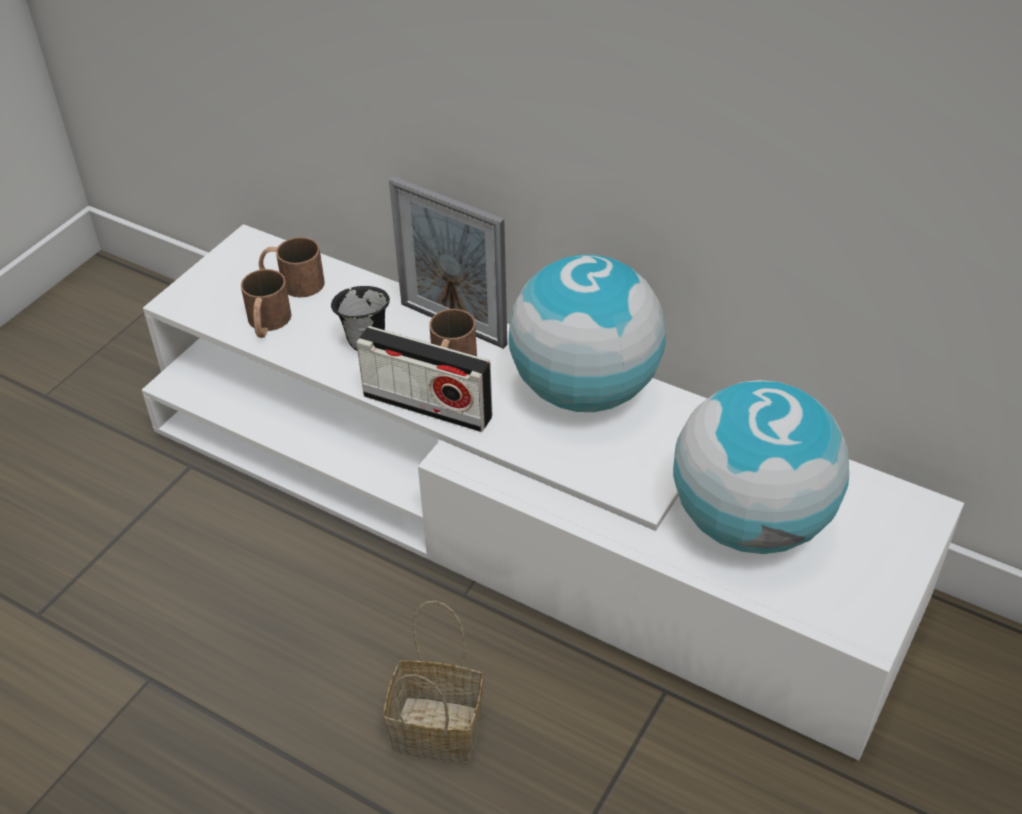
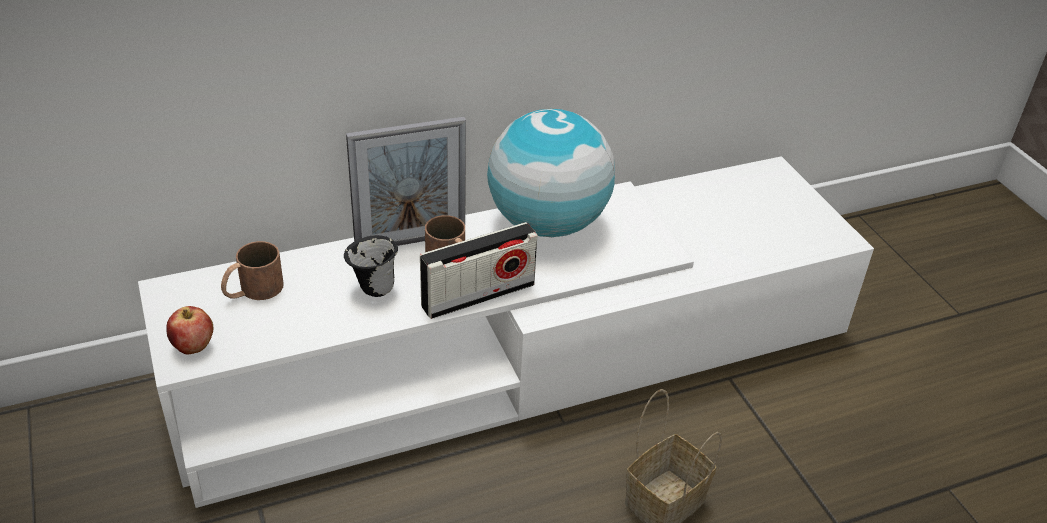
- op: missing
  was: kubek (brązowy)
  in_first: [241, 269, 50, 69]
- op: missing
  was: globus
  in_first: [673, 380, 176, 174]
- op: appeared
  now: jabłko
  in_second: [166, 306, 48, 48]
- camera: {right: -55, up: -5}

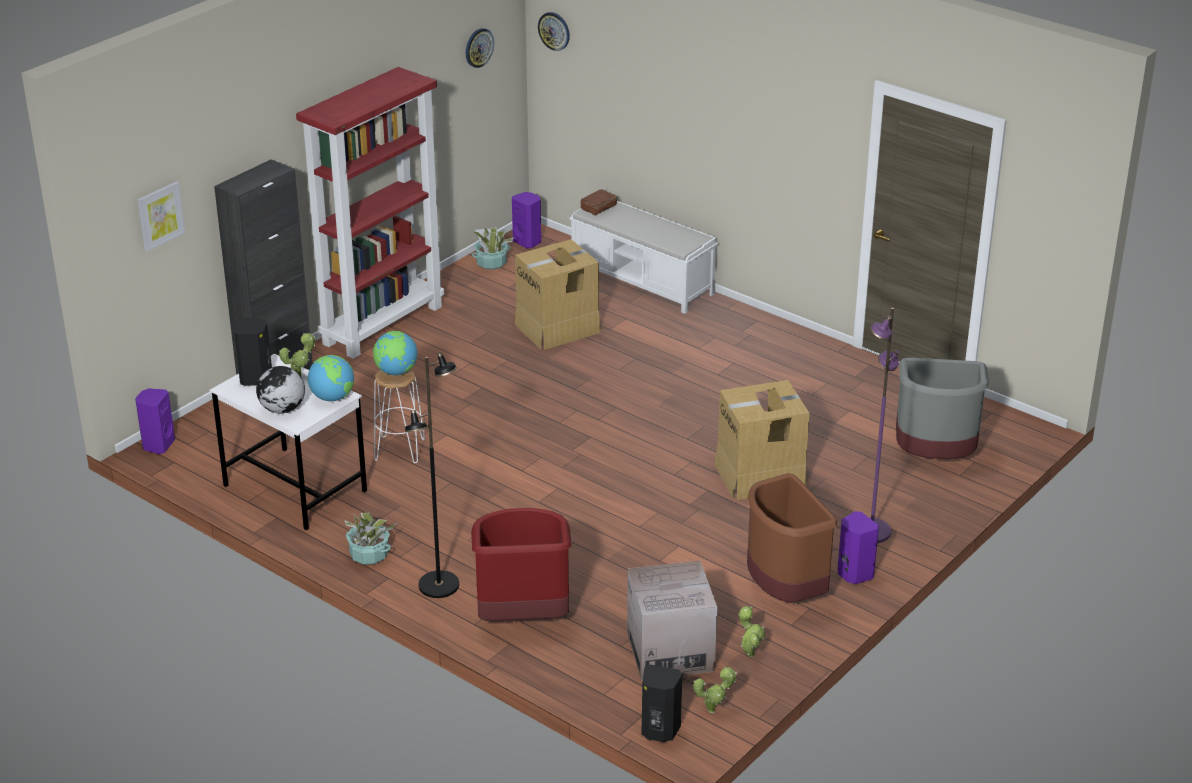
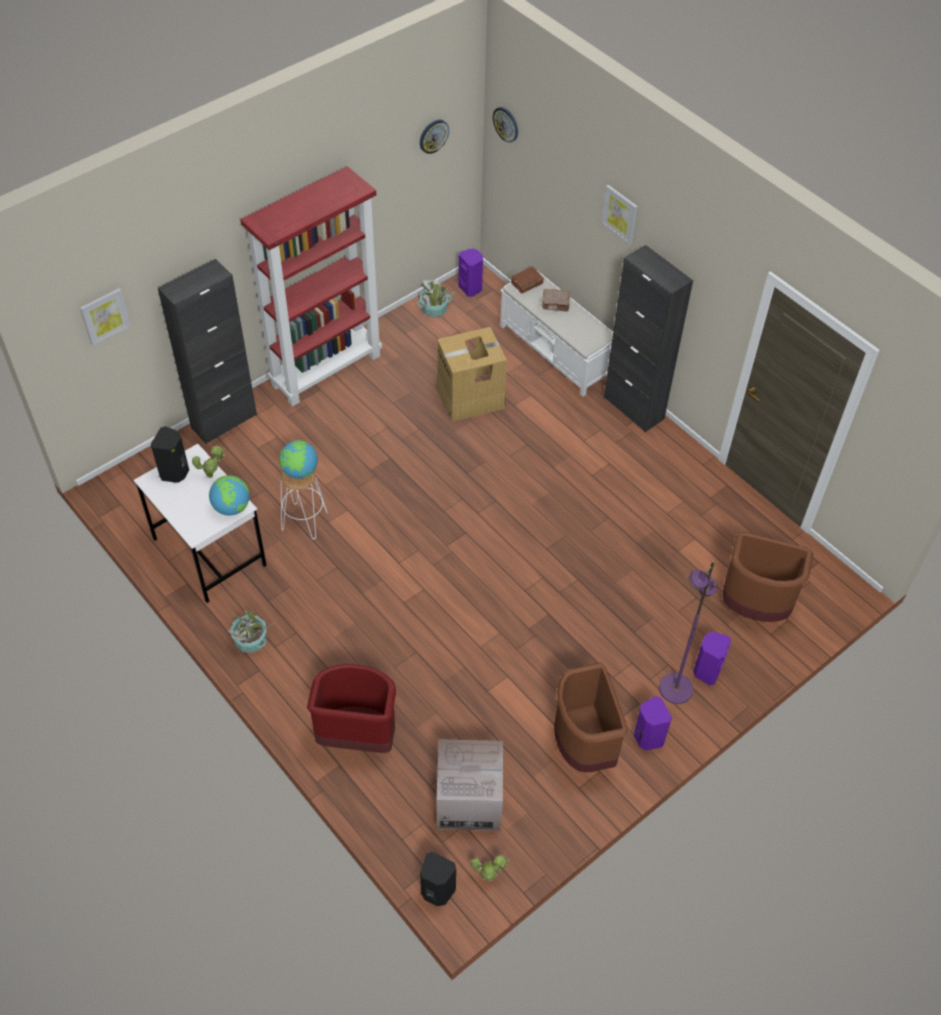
- op: missing
  was: globus
  in_first: [256, 366, 49, 48]
- op: missing
  was: lampa stojąca (czarny)
  in_first: [405, 352, 54, 246]
- op: missing
  was: karton
  in_first: [714, 380, 96, 120]
- op: missing
  was: roślina doniczkowa
  in_first: [739, 606, 26, 51]
- op: appeared
  now: książka (brązowy)
  in_second: [542, 289, 28, 23]
- op: appeared
  now: obraz
  in_second: [601, 185, 37, 60]
- op: appeared
  now: szafka (czarny)
  in_second: [604, 245, 89, 187]
- op: relocated
  was: głośnik (fioletowy)
  in_first: [135, 388, 40, 66]
  in_second: [693, 631, 38, 54]
- op: colour
  was: kosz na śmieci (szary)
  now: kosz na śmieci (brązowy)
  in_first: [896, 358, 93, 101]
  in_second: [723, 532, 90, 90]
- camera: {right: 10, up: 20}

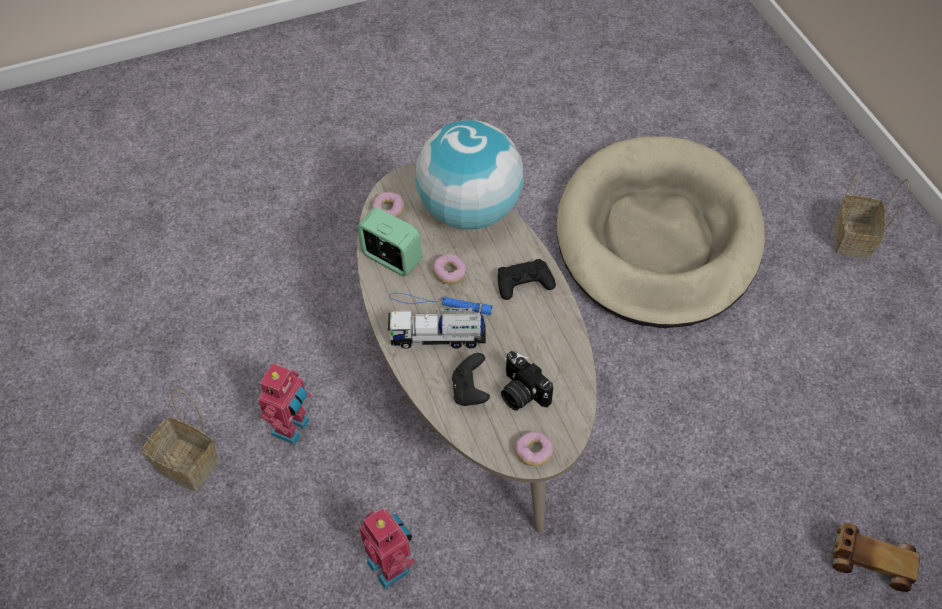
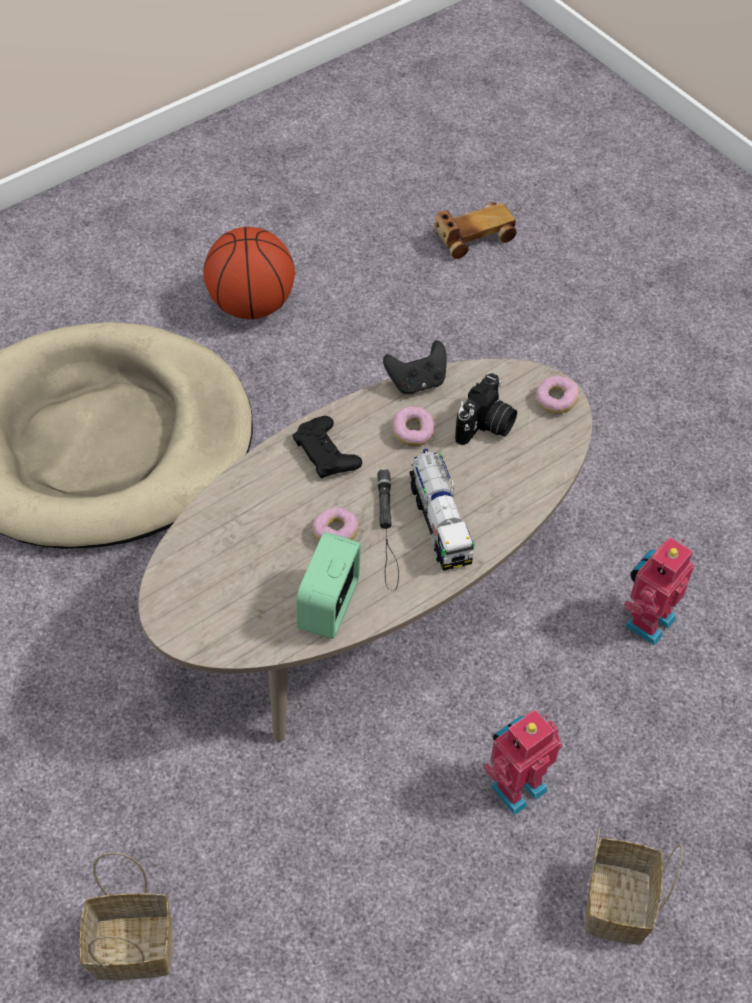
- op: missing
  was: globus
  in_first: [415, 120, 109, 110]
- op: appeared
  now: piłka do koszykówki
  in_second: [203, 227, 92, 92]
- op: relocated
  was: donut
  in_first: [372, 192, 32, 26]
  in_second: [392, 406, 42, 41]
- op: relocated
  was: pad do gier (czarny)
  in_first: [452, 353, 38, 53]
  in_second: [383, 340, 63, 54]
- op: relocated
  was: koszyk
  in_first: [834, 171, 75, 88]
  in_second: [80, 852, 93, 128]
- op: colour
  was: latarka (niebieski)
  now: latarka (czarny)
  in_first: [389, 293, 104, 22]
  in_second: [377, 469, 22, 121]
- op: spun
  was: robot zabawkowy
  in_first: [258, 363, 53, 82]
  in_second: [483, 709, 80, 106]
  clockwise: -45
- op: spun
  was: samochodzik
  in_first: [832, 523, 88, 69]
  in_second: [434, 202, 83, 57]
  clockwise: 60
- camera: {right: -105, up: 0}

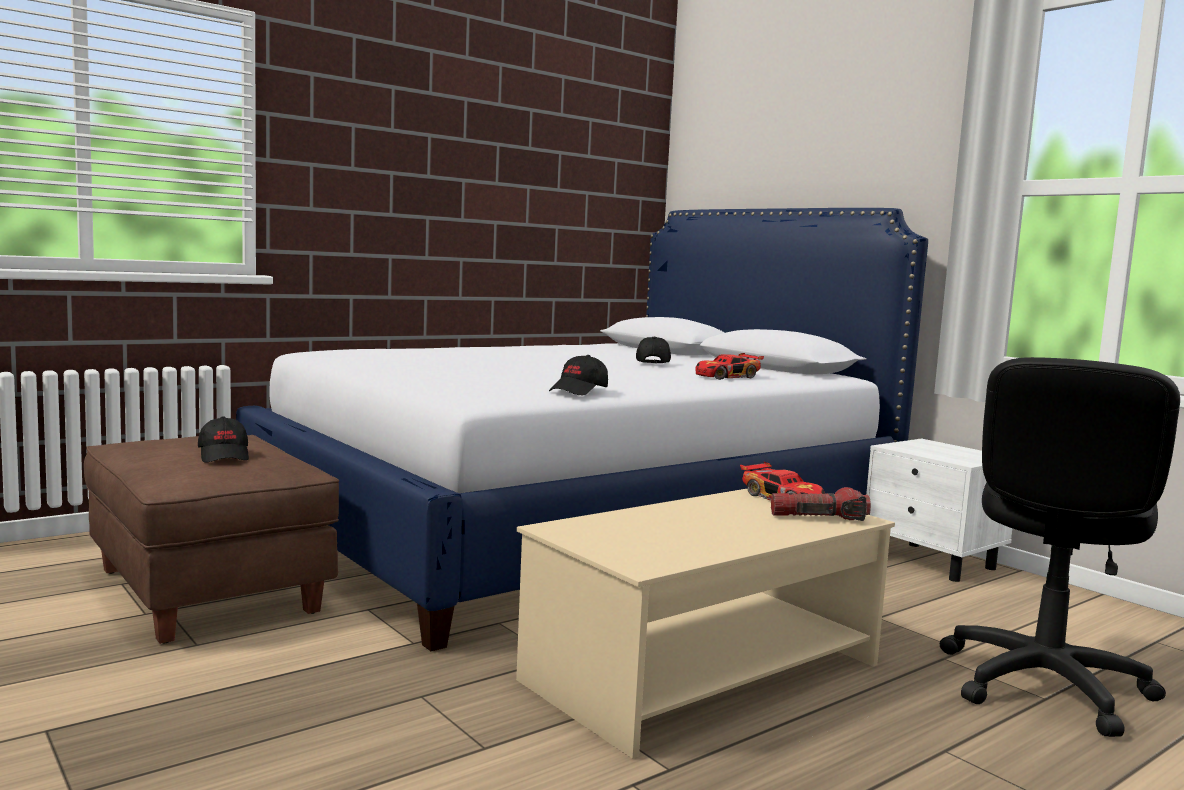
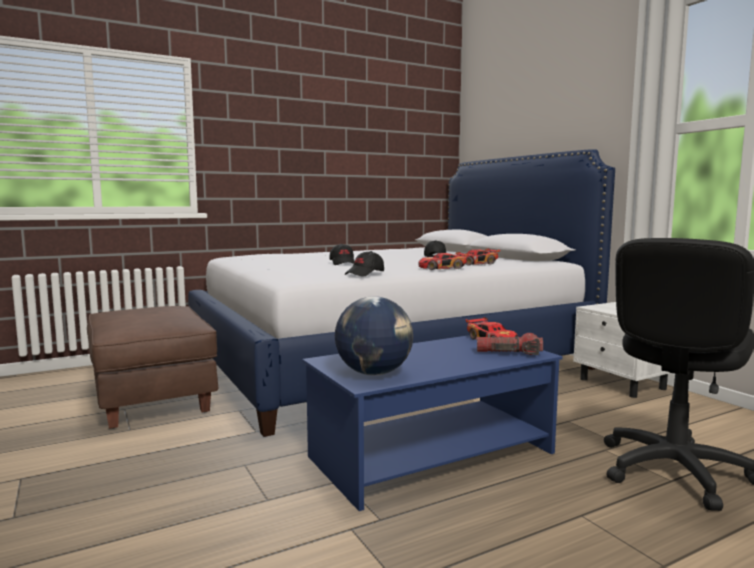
- op: appeared
  now: globus
  in_second: [335, 296, 78, 79]
- op: appeared
  now: samochodzik
  in_second: [419, 252, 50, 18]
- op: relocated
  was: czapka z daszkiem (czarny)
  in_first: [198, 416, 51, 47]
  in_second: [329, 244, 26, 21]
- op: colour
  was: ława (beżowy)
  now: ława (niebieski)
  in_first: [516, 488, 379, 271]
  in_second: [302, 335, 261, 176]
- camera: {right: 10, up: 0}

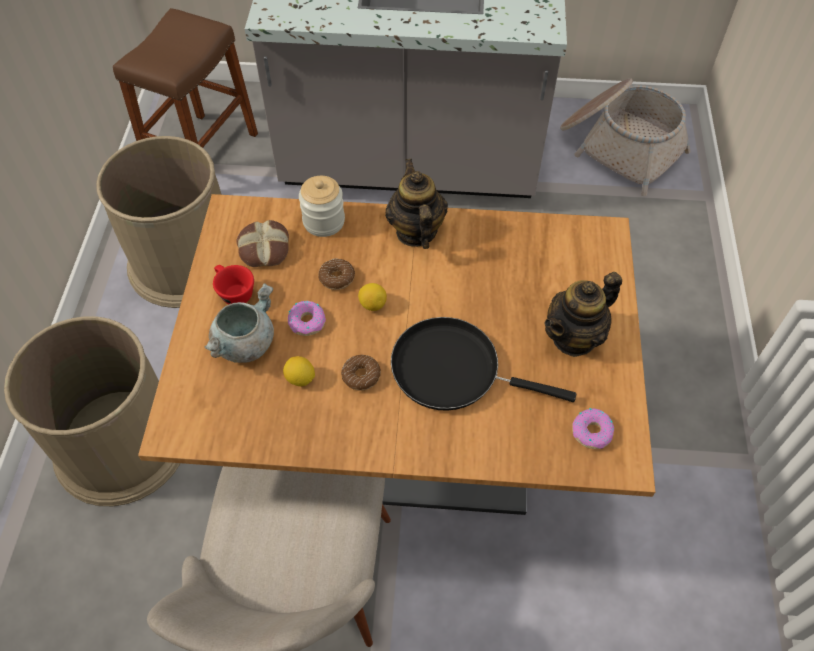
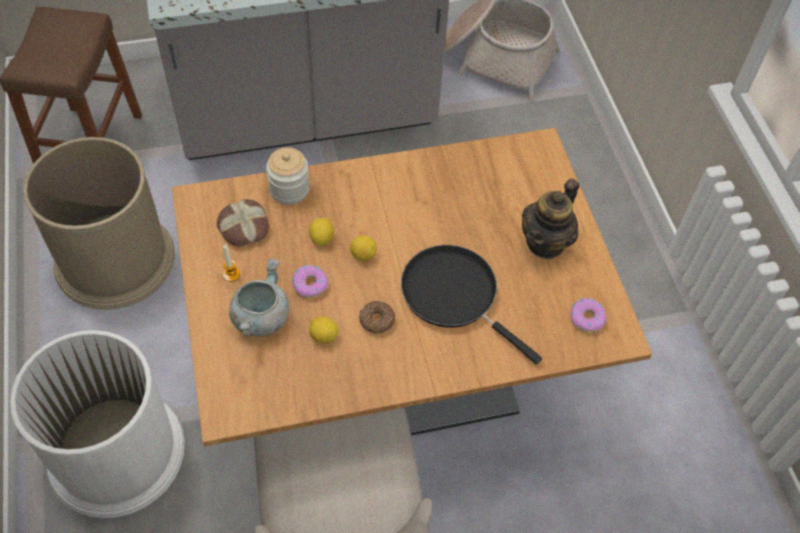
- op: missing
  was: imbryk
  in_first: [385, 159, 63, 90]
- op: exchanged
  was: filiżanka (czerwony)
  now: świeca
  in_first: [213, 265, 41, 40]
  in_second: [223, 244, 17, 38]
- op: exchanged
  was: donut
  now: cytryna
  in_first: [318, 259, 37, 31]
  in_second: [309, 218, 25, 27]
- op: colour
  was: kosz na śmieci (brązowy)
  now: kosz na śmieci (biały)
  in_first: [4, 316, 177, 190]
  in_second: [10, 330, 175, 188]
- op: spun
  was: patelnia (czarny)
  in_first: [391, 317, 185, 94]
  in_second: [401, 245, 141, 119]
  clockwise: 45
- camera: {right: -20, up: 0}

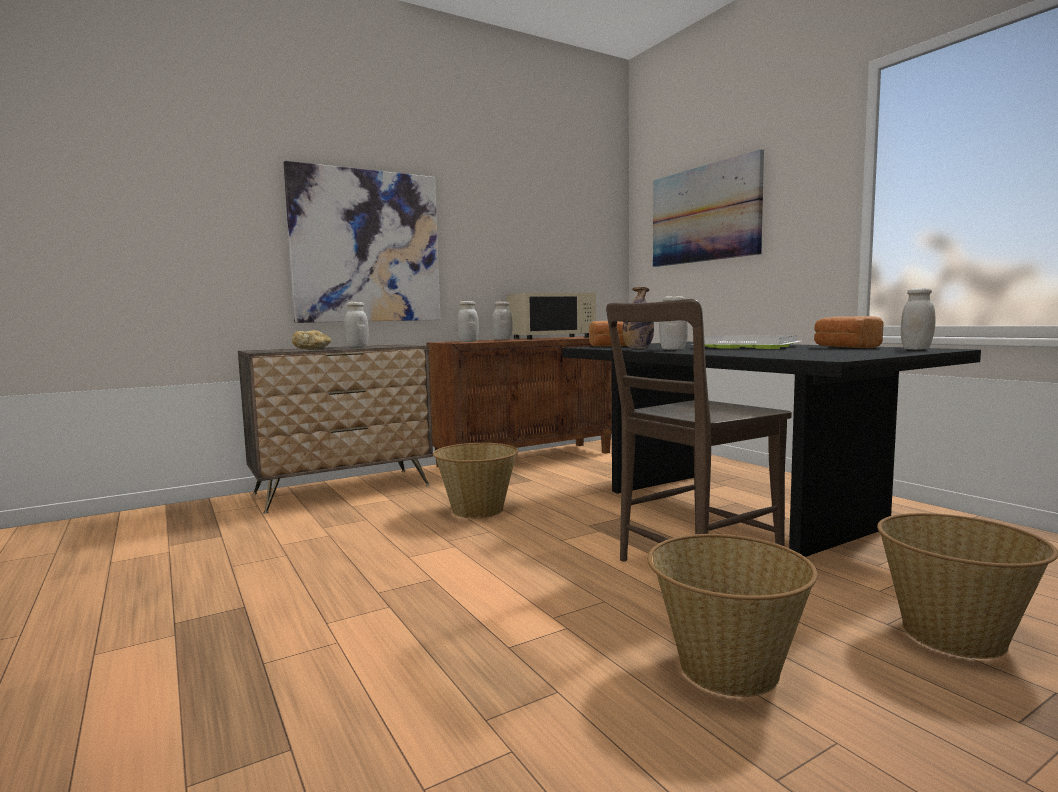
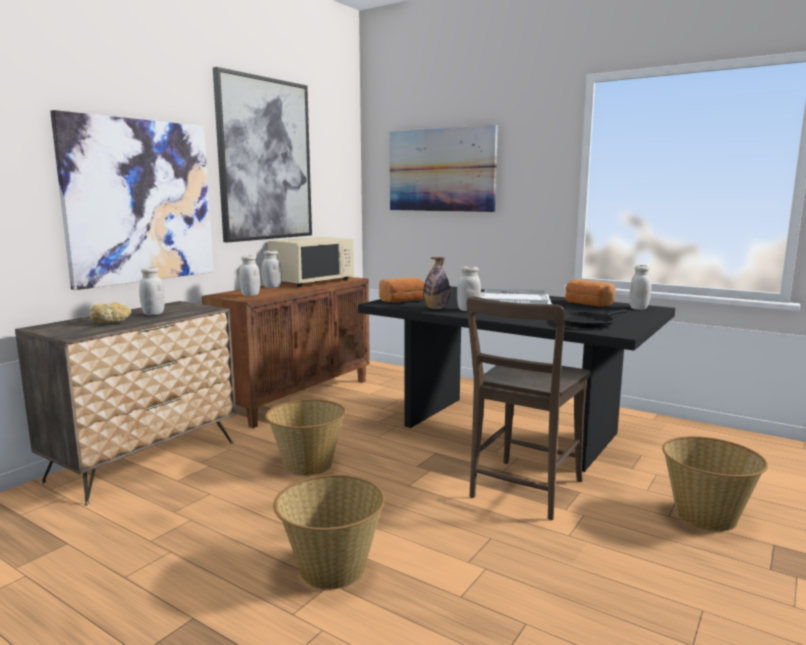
- op: appeared
  now: obraz
  in_second: [213, 67, 99, 175]
- op: appeared
  now: patelnia (czarny)
  in_second: [564, 309, 63, 19]
- op: relocated
  was: koszyk
  in_first: [647, 534, 171, 163]
  in_second: [273, 475, 112, 114]
- camera: {right: -25, up: 5}

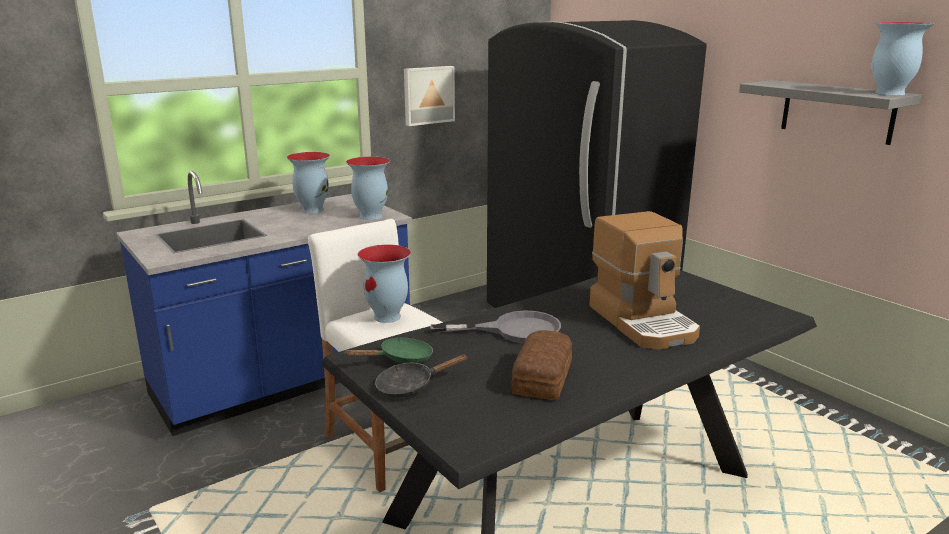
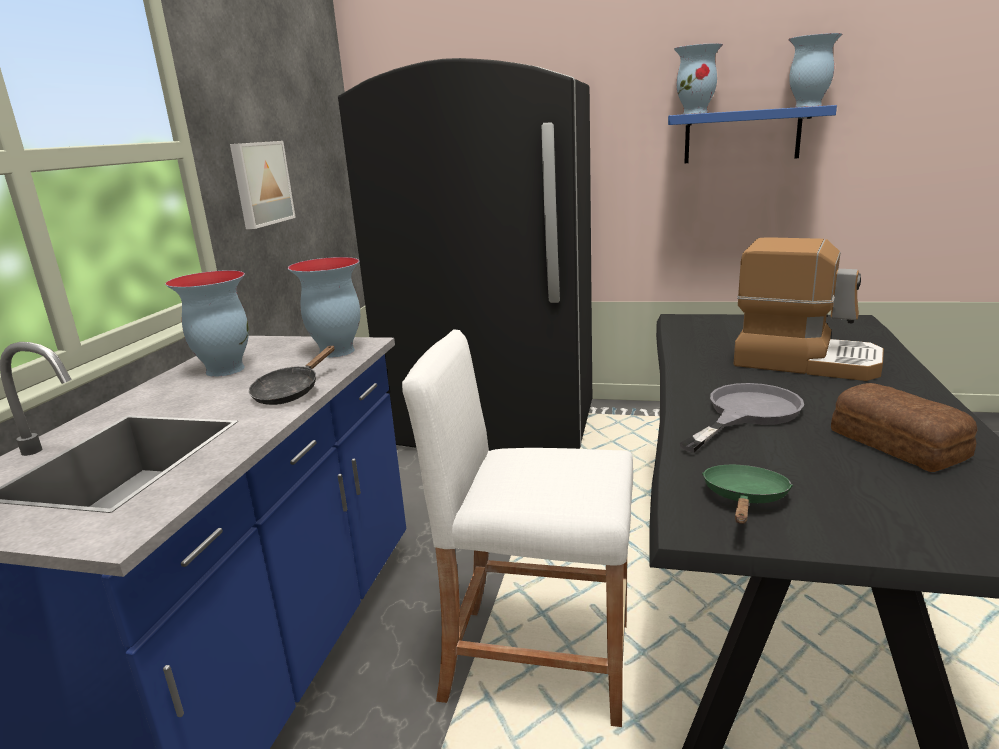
- op: relocated
  was: wazon
  in_first: [358, 244, 53, 79]
  in_second: [674, 43, 49, 71]
- op: relocated
  was: patelnia (czarny)
  in_first: [375, 355, 93, 43]
  in_second: [249, 345, 86, 60]
- op: colour
  was: półka (szary)
  now: półka (niebieski)
  in_first: [739, 80, 183, 65]
  in_second: [668, 105, 169, 58]
- camera: {right: -40, up: 0}

